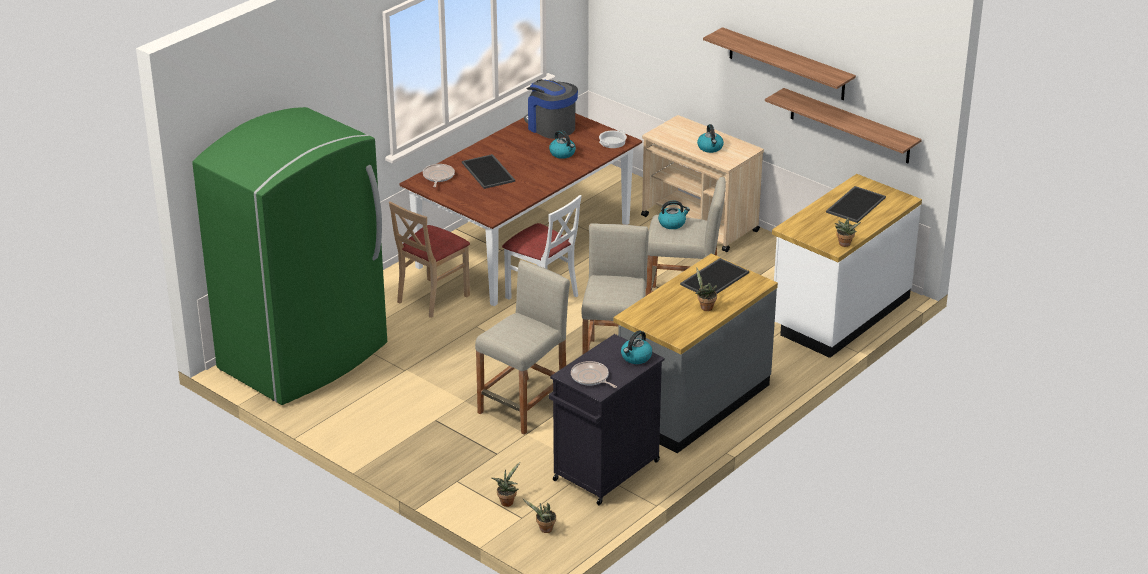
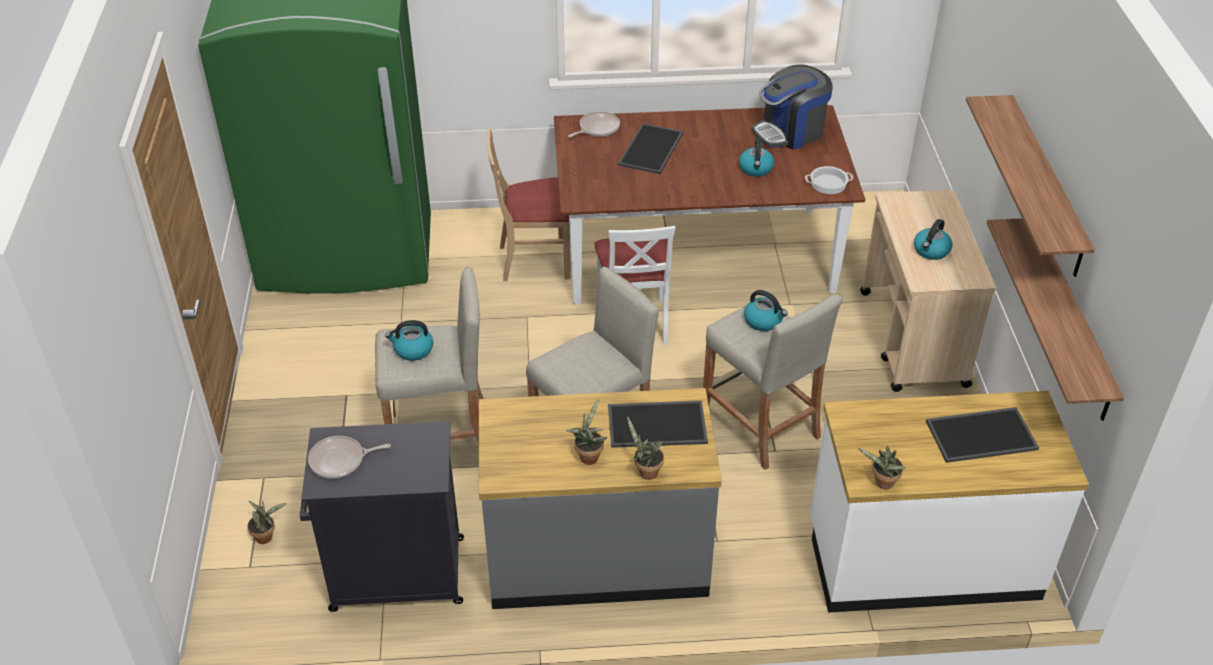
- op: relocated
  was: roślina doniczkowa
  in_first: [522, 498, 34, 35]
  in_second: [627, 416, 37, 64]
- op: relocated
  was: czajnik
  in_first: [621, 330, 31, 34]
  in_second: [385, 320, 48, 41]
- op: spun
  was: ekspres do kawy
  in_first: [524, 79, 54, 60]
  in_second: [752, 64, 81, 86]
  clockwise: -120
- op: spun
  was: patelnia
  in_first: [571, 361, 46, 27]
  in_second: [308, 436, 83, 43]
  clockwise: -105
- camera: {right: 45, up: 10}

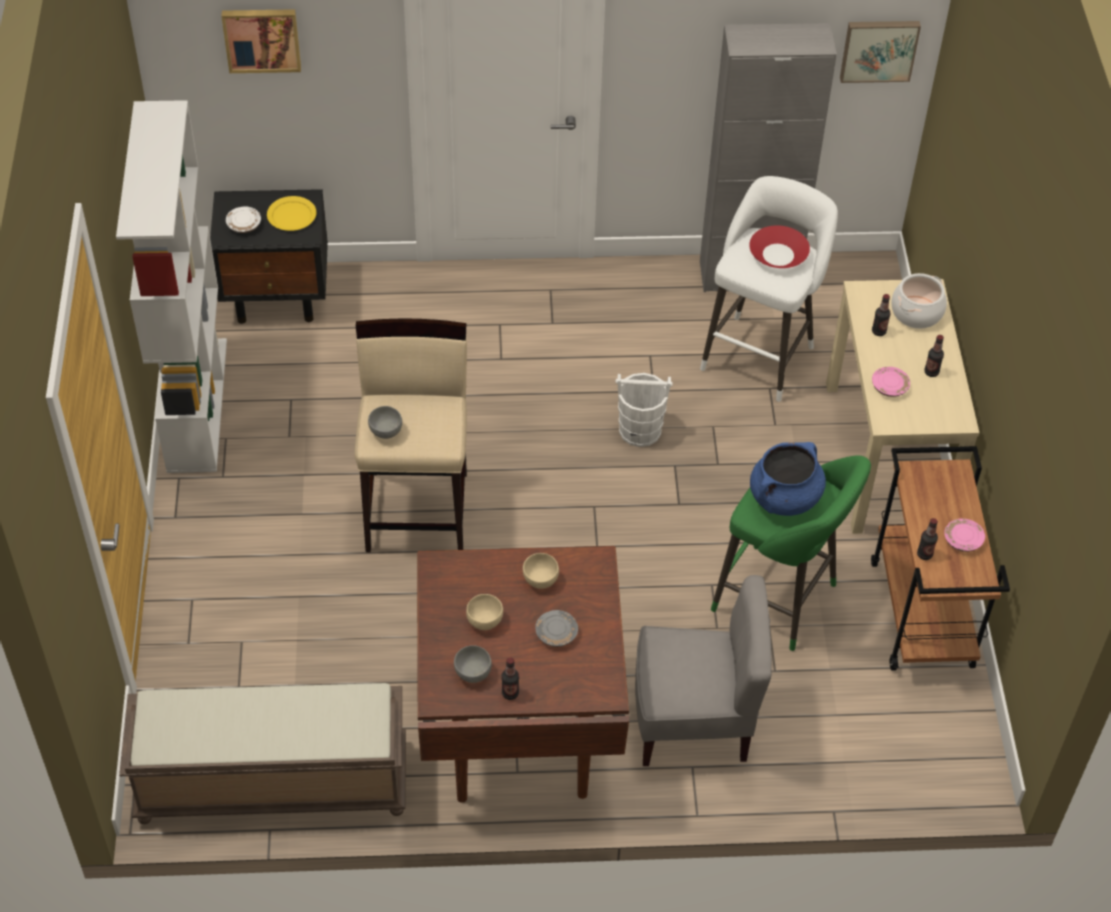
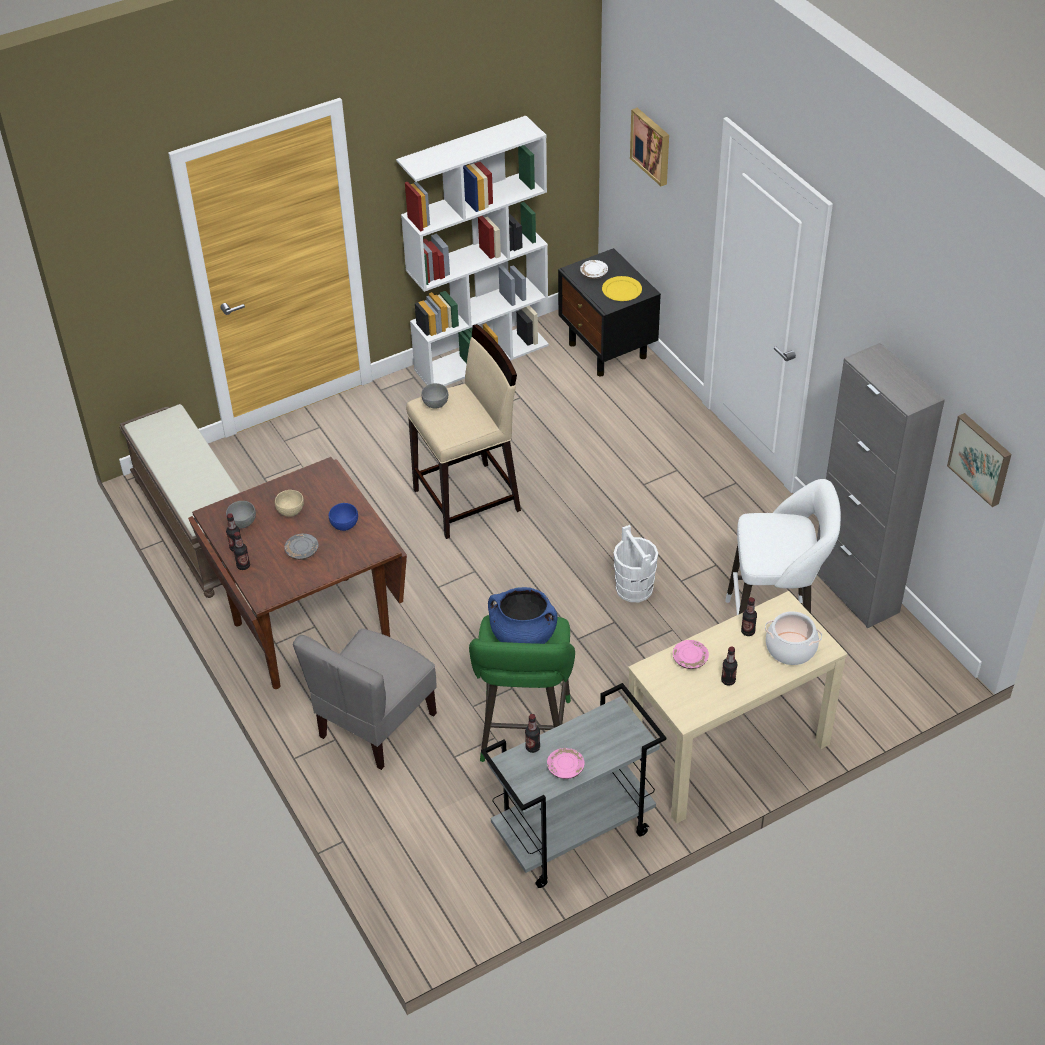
- op: missing
  was: miska (czerwony)
  in_first: [749, 225, 61, 43]
- op: appeared
  now: butelka
  in_second: [233, 532, 17, 38]
- op: colour
  was: miska (beżowy)
  now: miska (niebieski)
  in_first: [523, 553, 36, 36]
  in_second: [329, 503, 29, 28]
- op: colour
  was: wózek (brązowy)
  now: wózek (szary)
  in_first: [871, 446, 139, 225]
  in_second: [481, 683, 185, 205]
- op: spun
  was: krzesło (szary)
  in_first: [635, 575, 137, 191]
  in_second: [293, 628, 144, 142]
  clockwise: 60
- camera: {right: 65, up: -5}

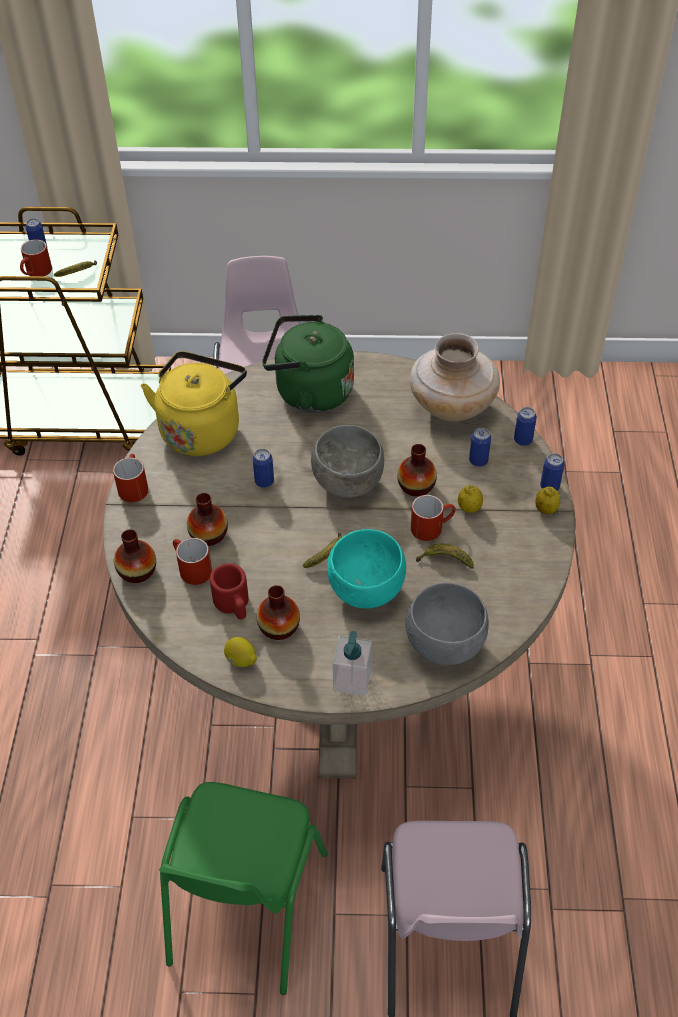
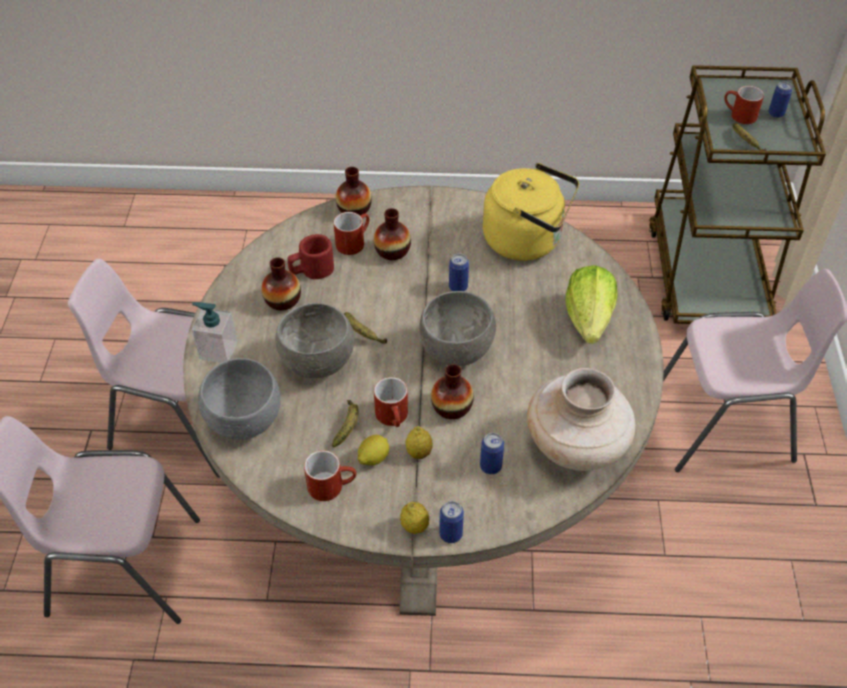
- op: missing
  was: puszka
  in_first: [514, 407, 23, 39]
- op: relocated
  was: kubek (czerwony)
  in_first: [113, 454, 35, 48]
  in_second: [304, 450, 52, 51]
- op: relocated
  was: cytryna
  in_first: [224, 637, 33, 30]
  in_second: [358, 435, 31, 31]
- op: exchanged
  was: czajnik (zielony)
  now: sałata
  in_first: [262, 315, 92, 97]
  in_second: [566, 265, 52, 79]
- op: colour
  was: krzesło (zielony)
  now: krzesło (różowy)
  in_first: [159, 782, 168, 213]
  in_second: [68, 259, 152, 218]
- op: colour
  was: miska (turkusowy)
  now: miska (szary)
  in_first: [327, 529, 79, 80]
  in_second: [275, 303, 79, 75]
- camera: {right: 90, up: 0}

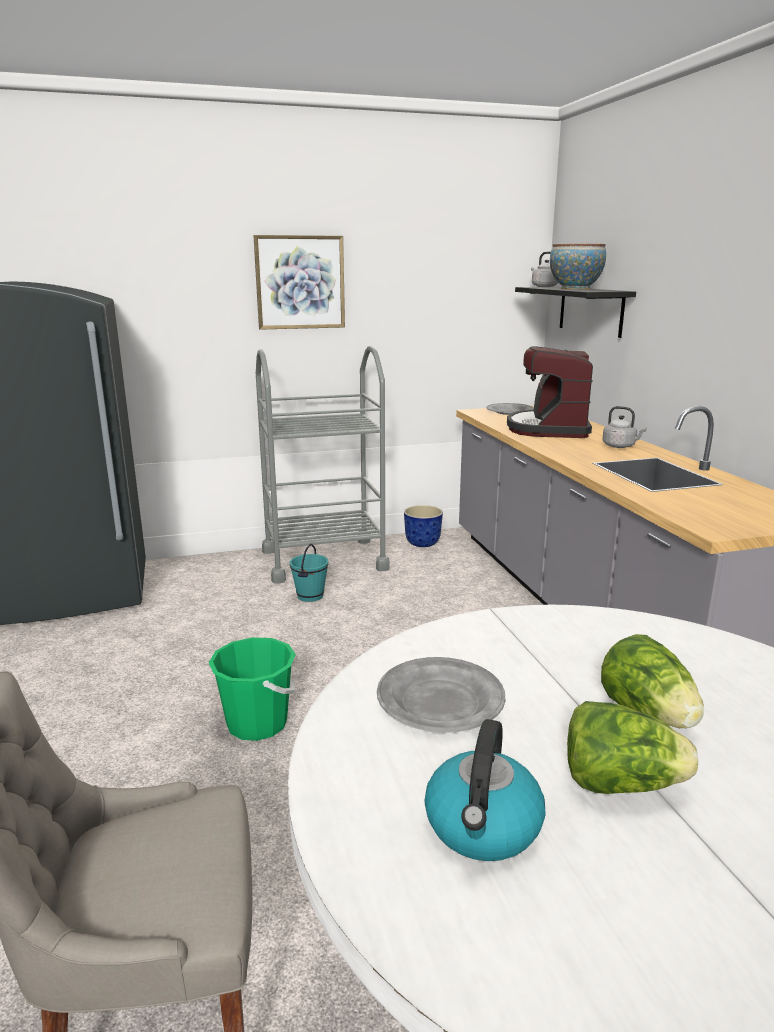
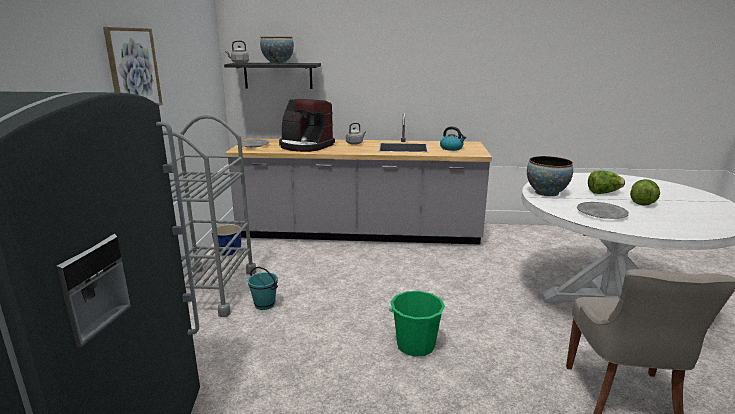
- op: appeared
  now: miska
  in_second: [527, 156, 46, 40]
- op: relocated
  was: czajnik
  in_first: [424, 719, 121, 142]
  in_second: [440, 126, 26, 25]
- camera: {right: -70, up: 0}

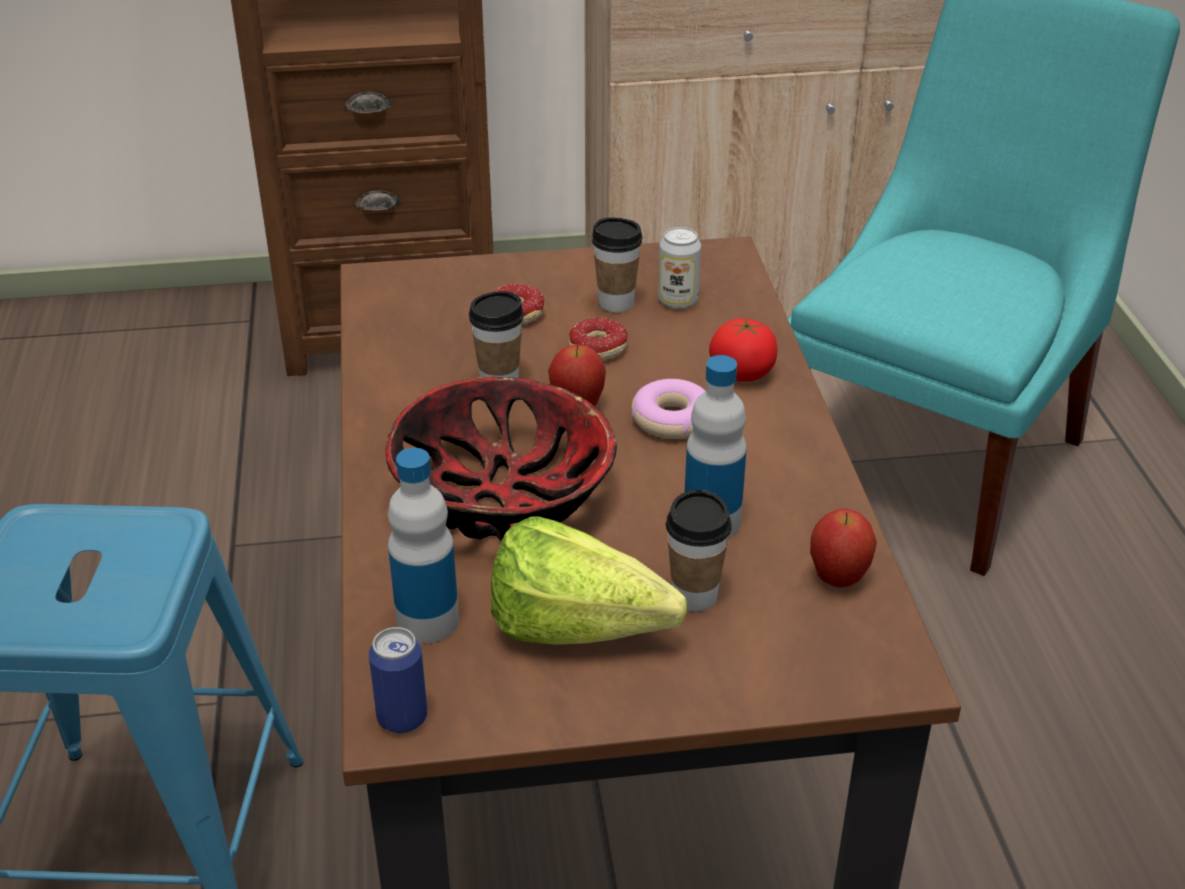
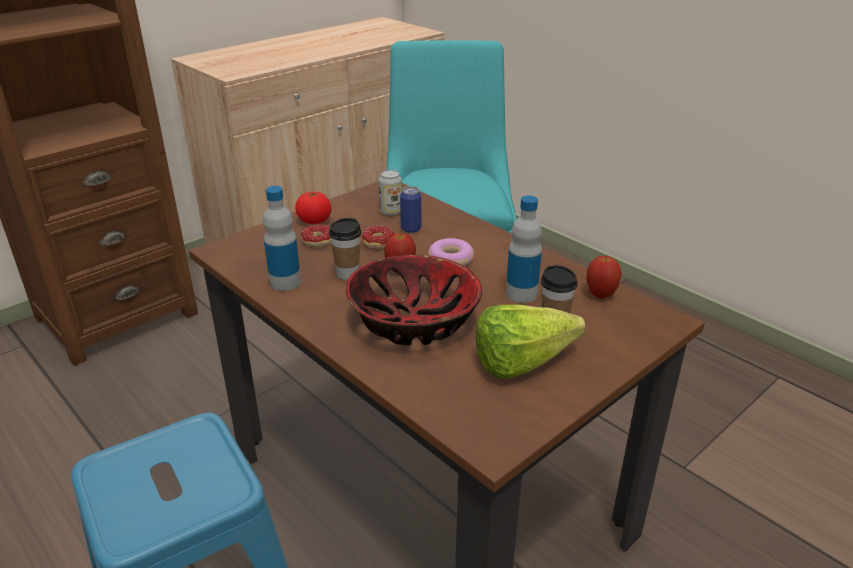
- op: missing
  was: filiżanka
  in_first: [592, 217, 51, 96]
- op: relocated
  was: puszka
  in_first: [369, 627, 58, 107]
  in_second: [400, 186, 21, 47]
- op: relocated
  was: butelka
  in_first: [388, 448, 71, 195]
  in_second: [263, 186, 38, 105]
- op: relocated
  was: pomidor
  in_first: [709, 318, 69, 64]
  in_second: [295, 192, 36, 32]
- camera: {right: -35, up: -5}

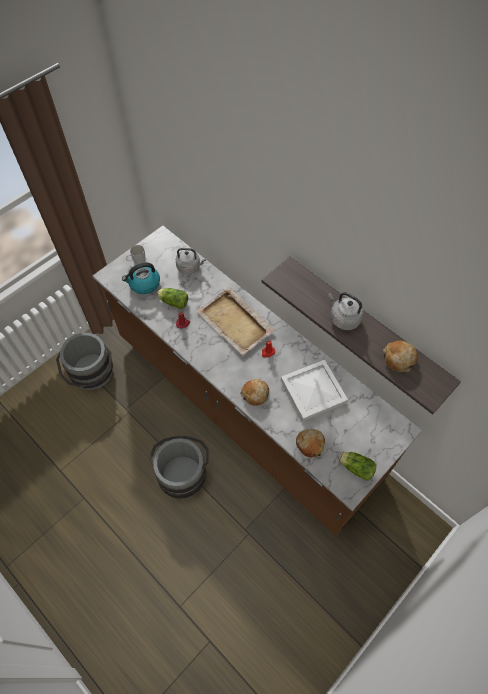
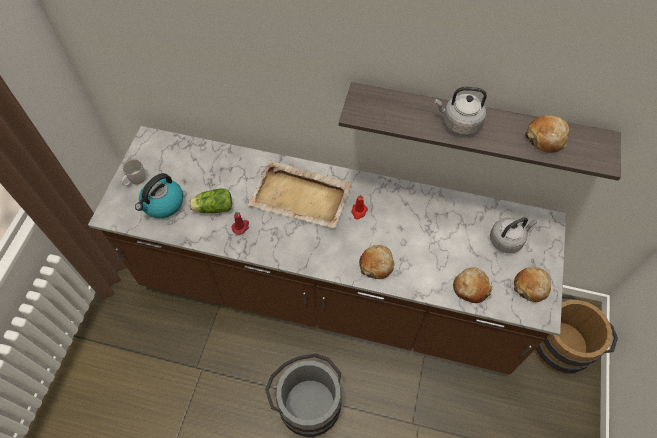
- op: missing
  was: wiadro (szary)
  in_first: [56, 333, 57, 57]
- op: missing
  was: taca (biały)
  in_first: [281, 360, 67, 61]
- op: appeared
  now: wiadro (brązowy)
  in_second: [535, 295, 83, 78]
- op: relocated
  was: czajnik (szary)
  in_first: [176, 248, 30, 26]
  in_second: [490, 217, 47, 36]
- op: exchanged
  was: sałata
  now: chleb
  in_first: [339, 452, 37, 28]
  in_second: [514, 267, 37, 35]
- camera: {right: -30, up: 0}

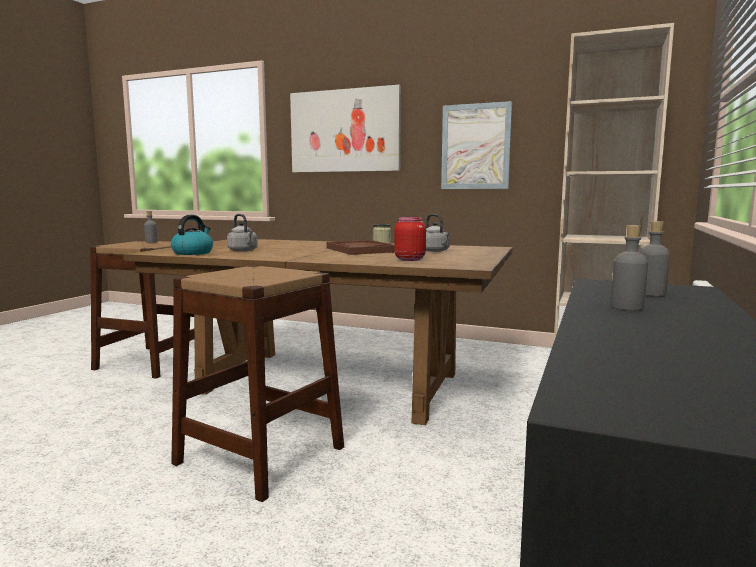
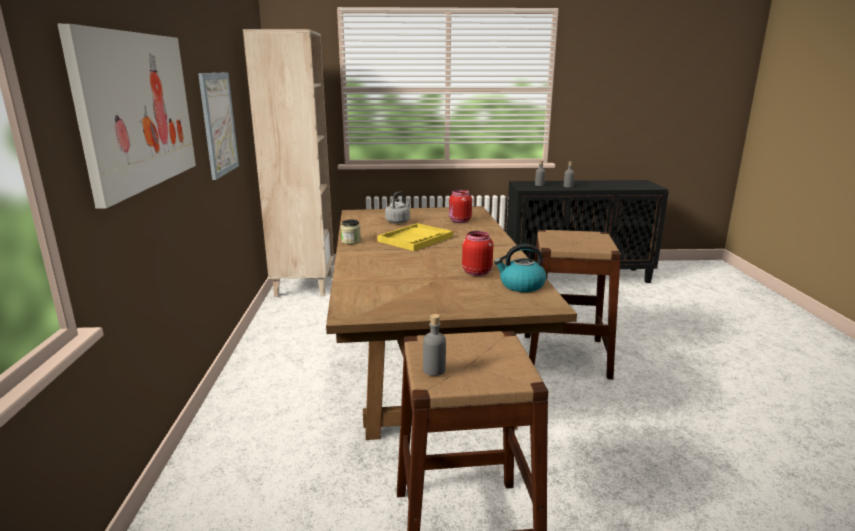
- op: exchanged
  was: czajnik (szary)
  now: słoik (czerwony)
  in_first: [227, 214, 31, 38]
  in_second: [462, 231, 31, 45]
- op: colour
  was: taca (brązowy)
  now: taca (żółty)
  in_first: [327, 240, 68, 15]
  in_second: [377, 223, 76, 28]
- camera: {right: -115, up: 10}

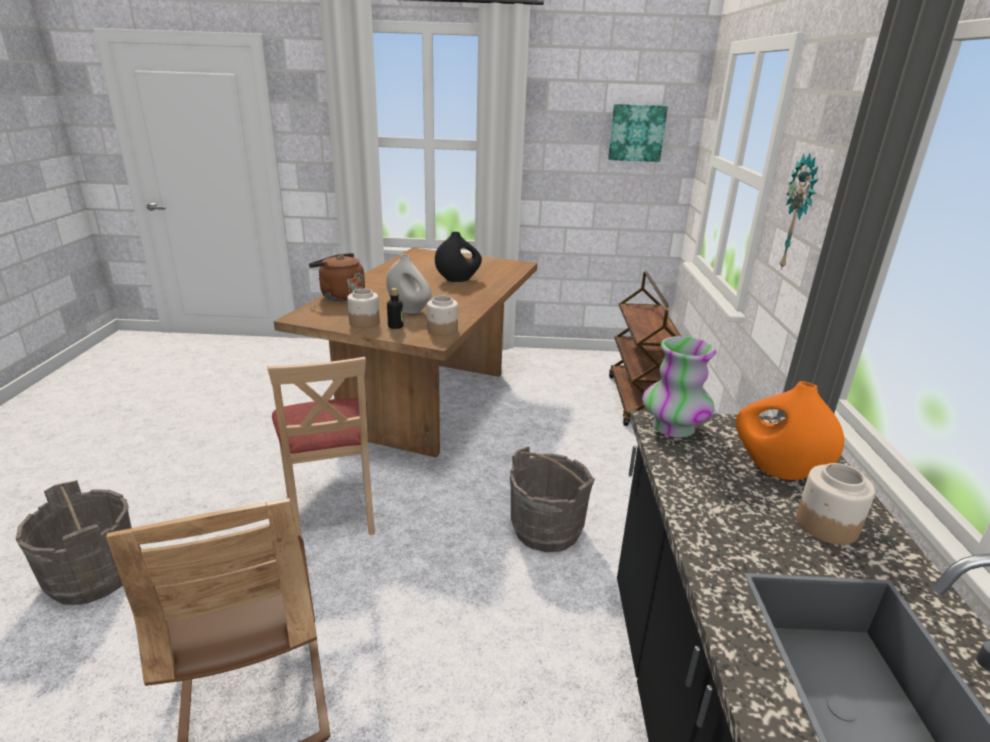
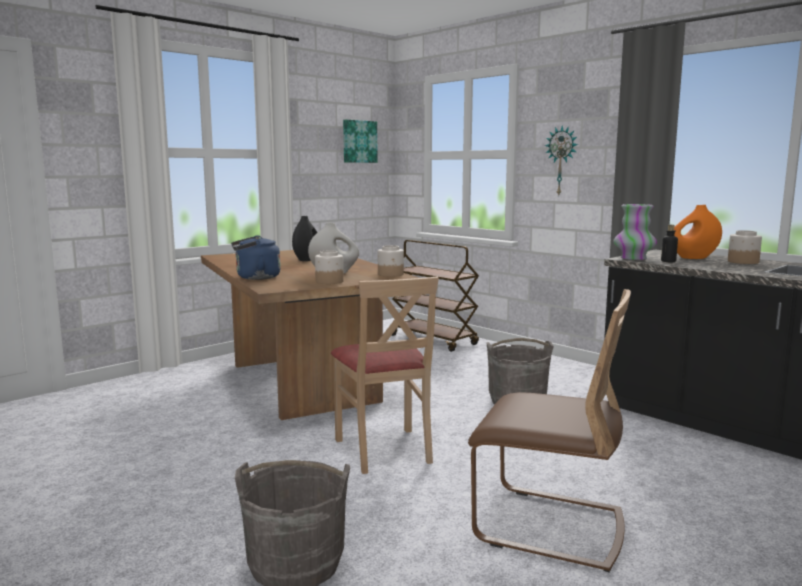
- op: relocated
  was: butelka
  in_first: [387, 288, 16, 41]
  in_second: [661, 225, 17, 37]
- op: colour
  was: czajnik (brązowy)
  now: czajnik (niebieski)
  in_first: [309, 253, 56, 48]
  in_second: [231, 235, 50, 45]
- op: spun
  was: krzesło (beżowy)
  in_first: [268, 357, 107, 181]
  in_second: [331, 277, 108, 197]
  clockwise: 45
- camera: {right: -45, up: -15}

